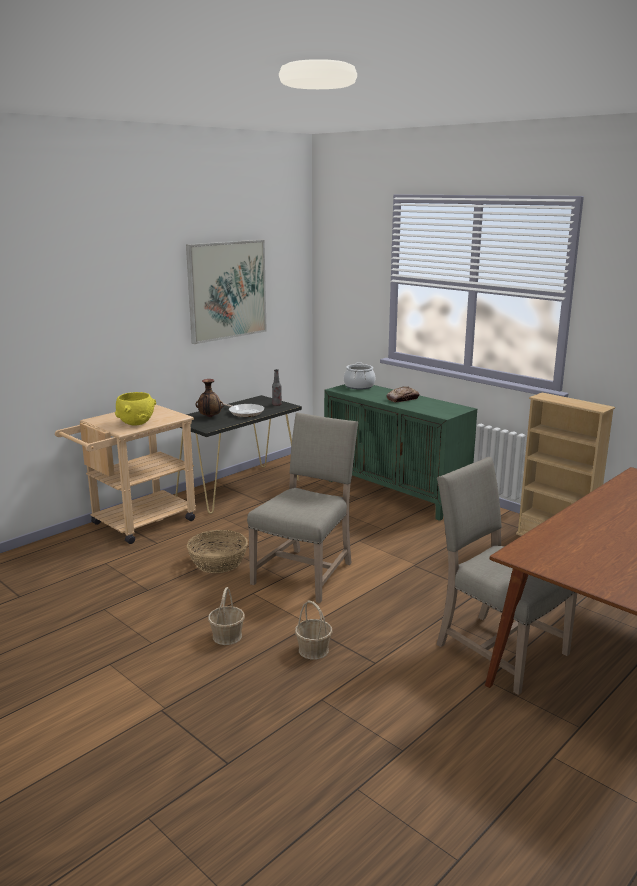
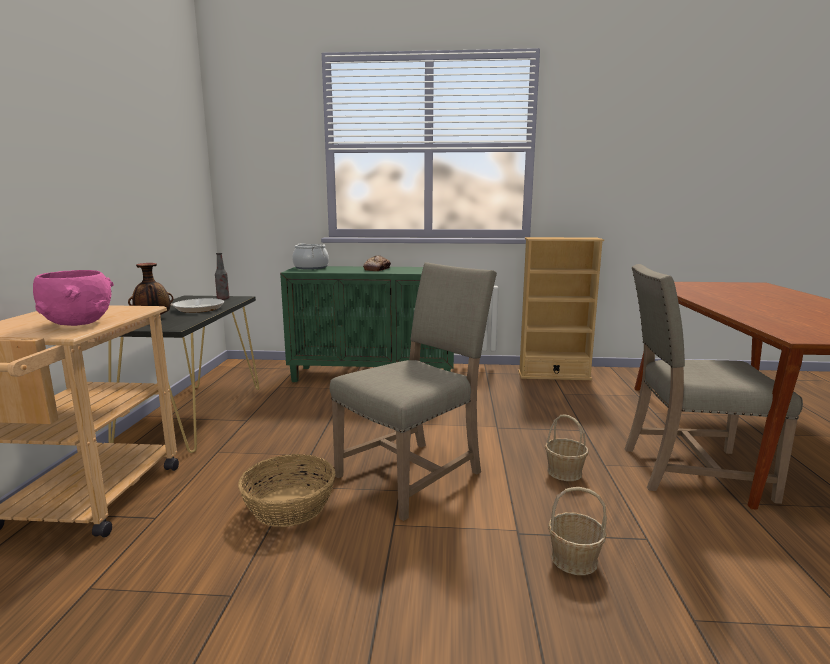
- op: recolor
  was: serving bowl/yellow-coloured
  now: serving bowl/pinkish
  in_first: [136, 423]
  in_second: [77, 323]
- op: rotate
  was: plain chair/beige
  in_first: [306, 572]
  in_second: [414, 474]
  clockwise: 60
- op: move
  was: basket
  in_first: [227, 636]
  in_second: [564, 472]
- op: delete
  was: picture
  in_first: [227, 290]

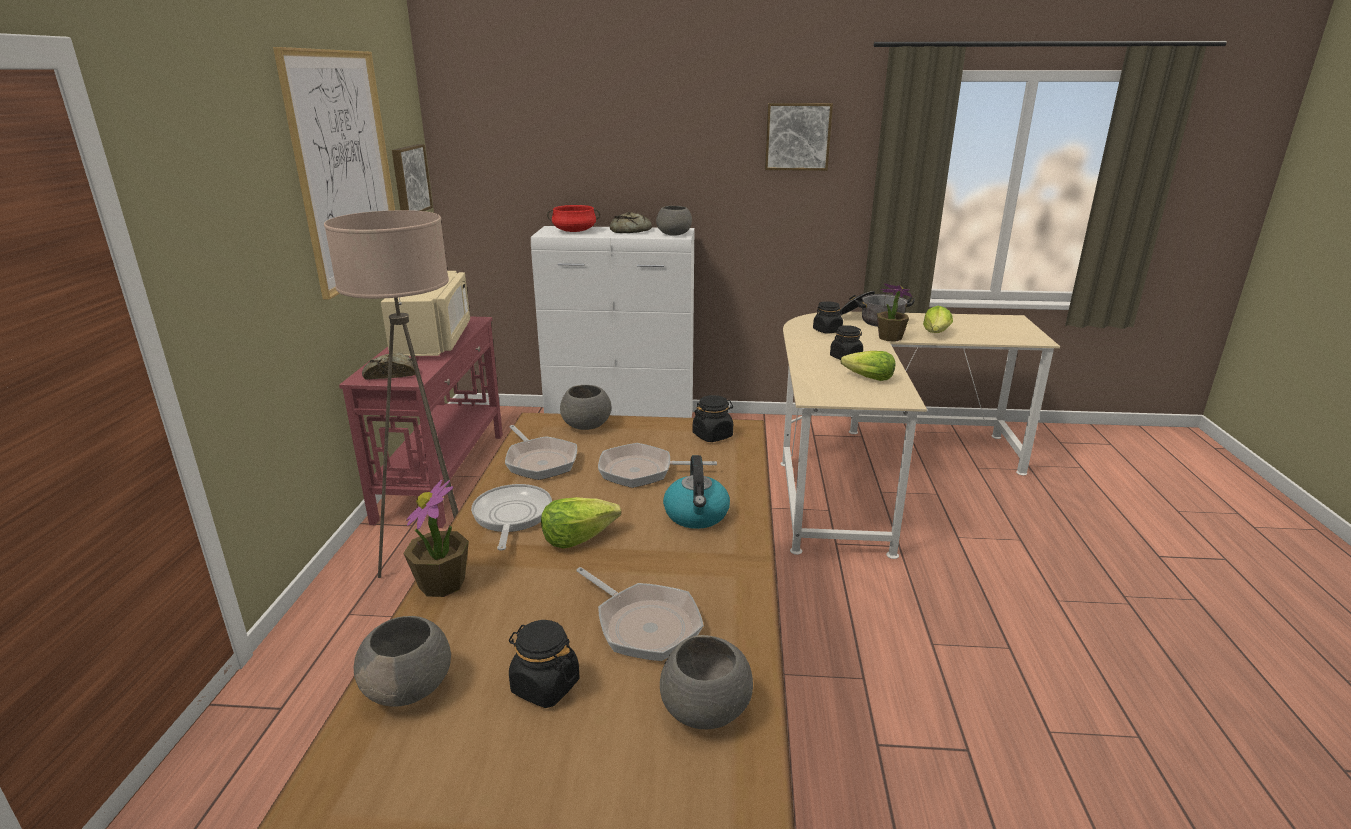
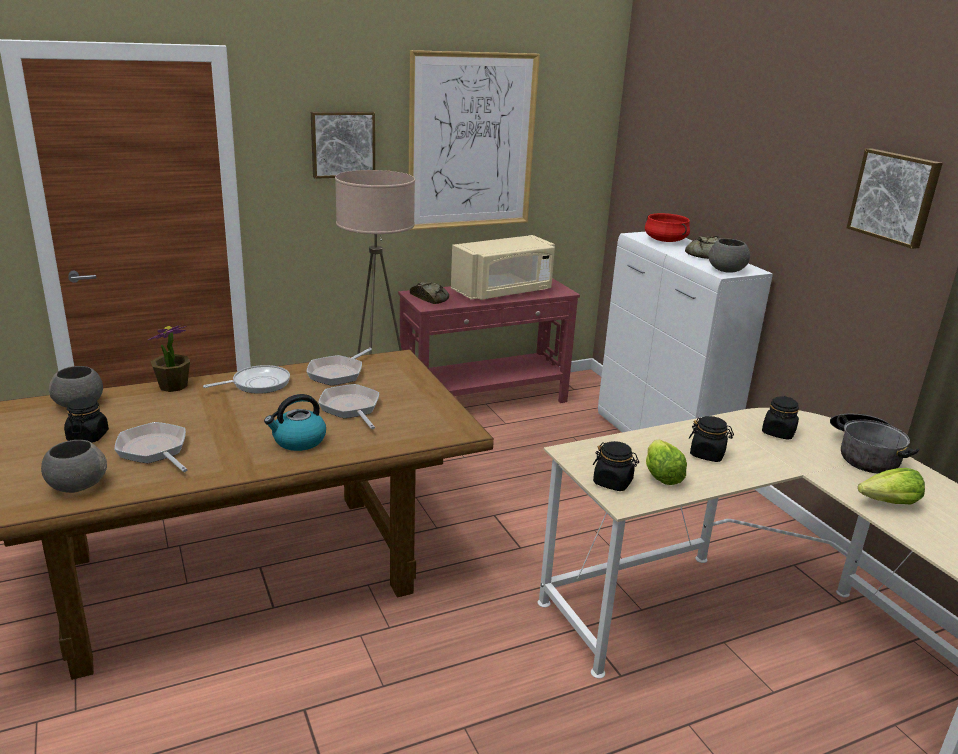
- op: rotate
  was: skillet
  in_first: [643, 624]
  in_second: [154, 450]
  clockwise: 120
- op: move
  was: picture
  in_first: [409, 180]
  in_second: [342, 144]
- op: move
  was: jar/black-coloured
  in_first: [712, 435]
  in_second: [613, 482]
- op: delete
  was: lettuce
  in_first: [578, 537]
- op: delete
  was: serving bowl/grey
  in_first: [586, 426]
- op: delete
  was: potted plant
  in_first: [889, 337]

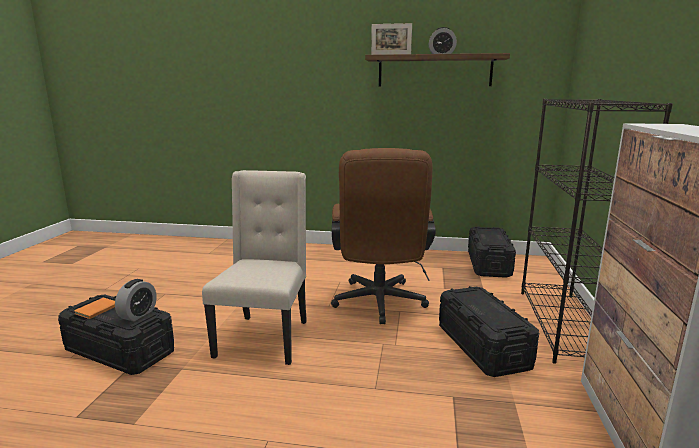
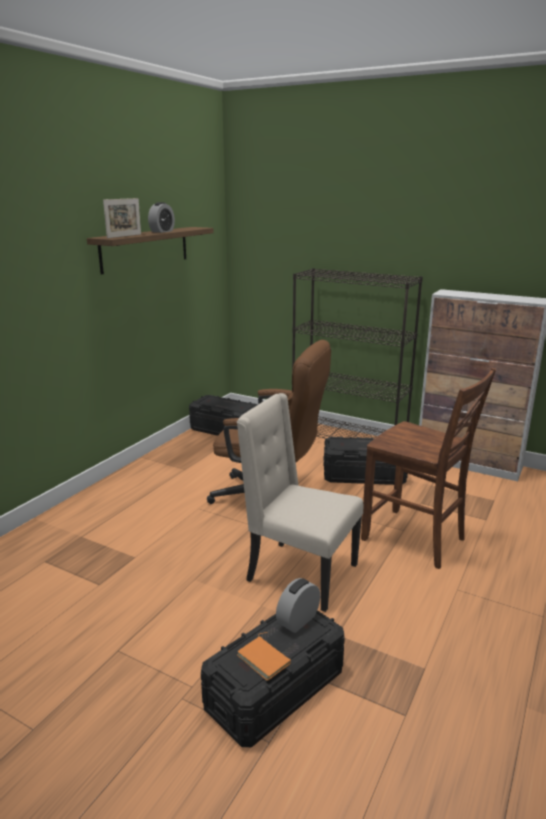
- op: rotate
  was: alarm clock
  in_first: [138, 314]
  in_second: [298, 620]
  clockwise: -90
- op: insert
  now: plain chair/brown-coloured
  in_second: [415, 539]

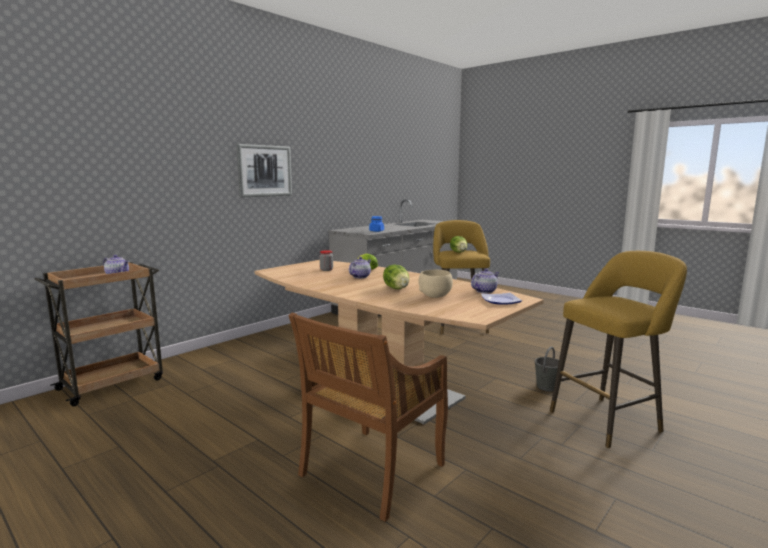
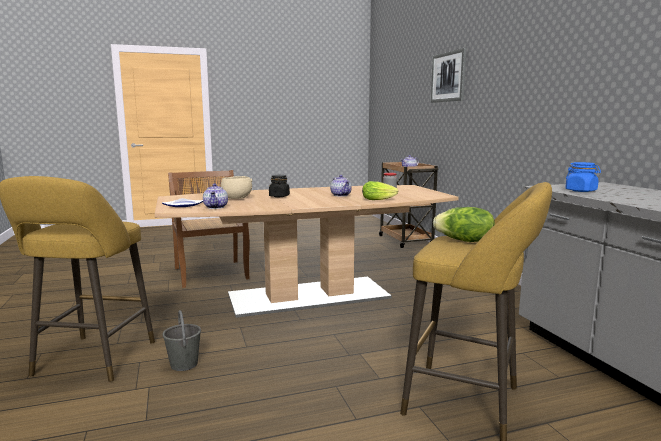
- op: replace
  was: lettuce
  now: jar/black-coloured
  in_first: [397, 288]
  in_second: [279, 196]
- op: move
  was: picture
  in_first: [265, 171]
  in_second: [448, 77]

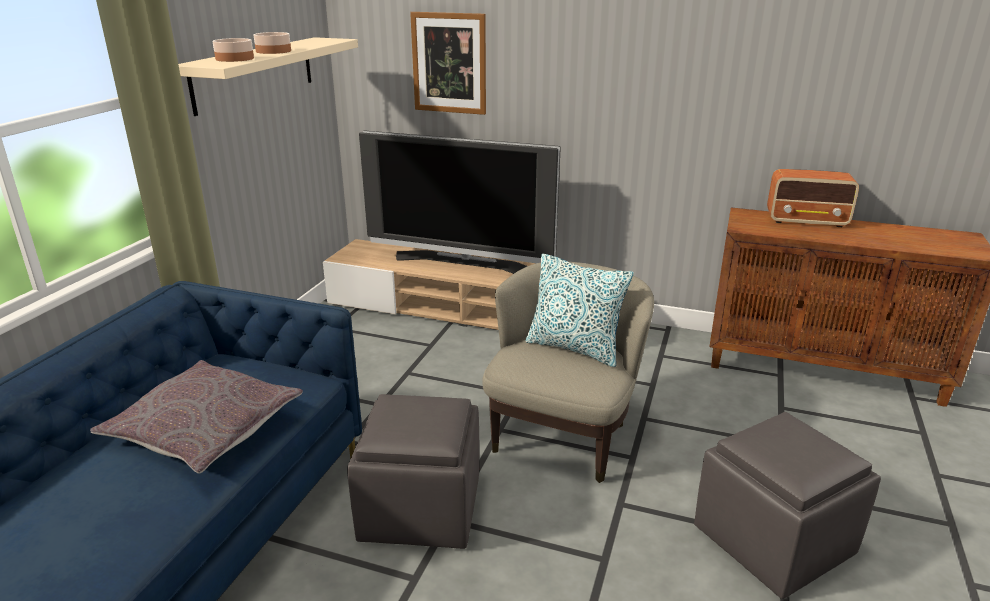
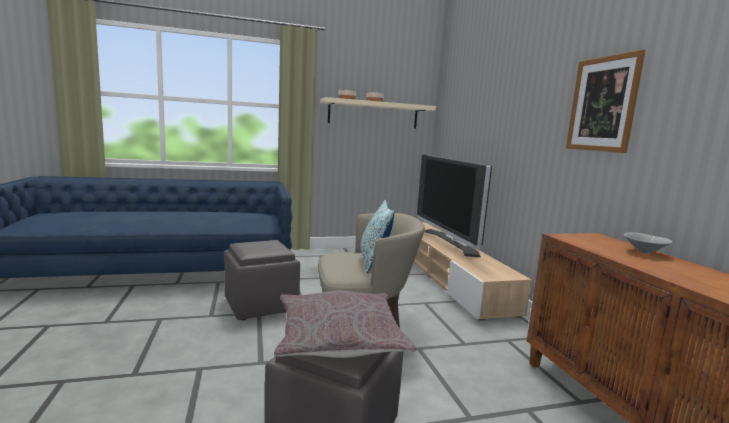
- op: move
  was: cushion/grey
  in_first: [204, 428]
  in_second: [339, 337]
- op: move
  was: picture
  in_first: [449, 63]
  in_second: [602, 104]
- op: replace
  was: radio receiver
  now: serving bowl/grey
  in_first: [807, 221]
  in_second: [645, 252]

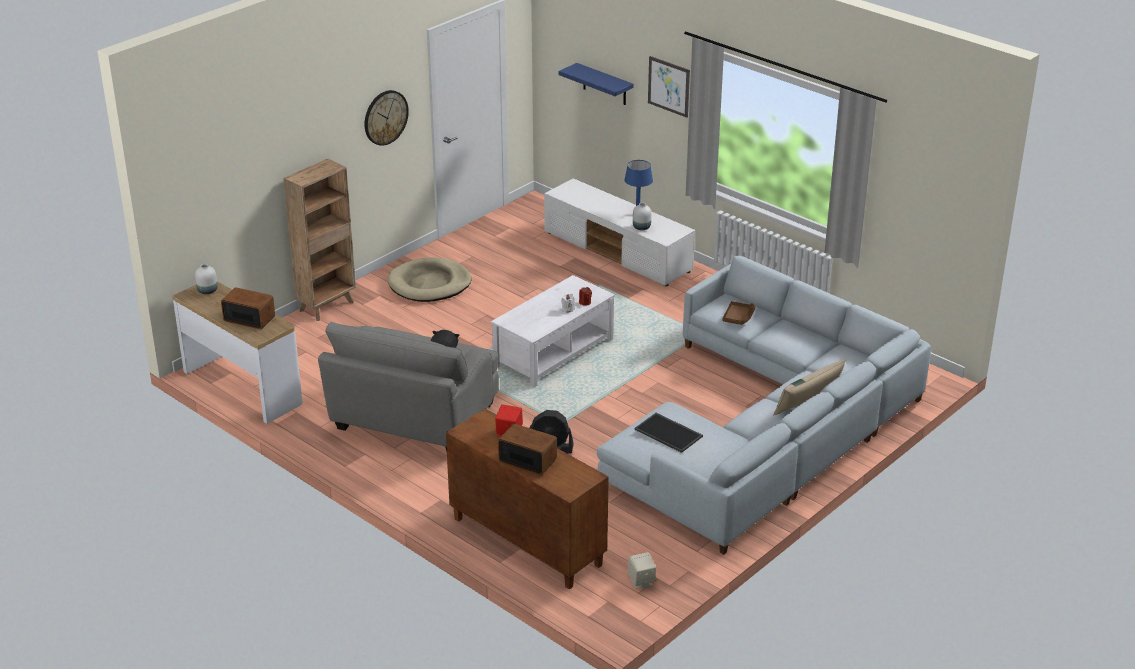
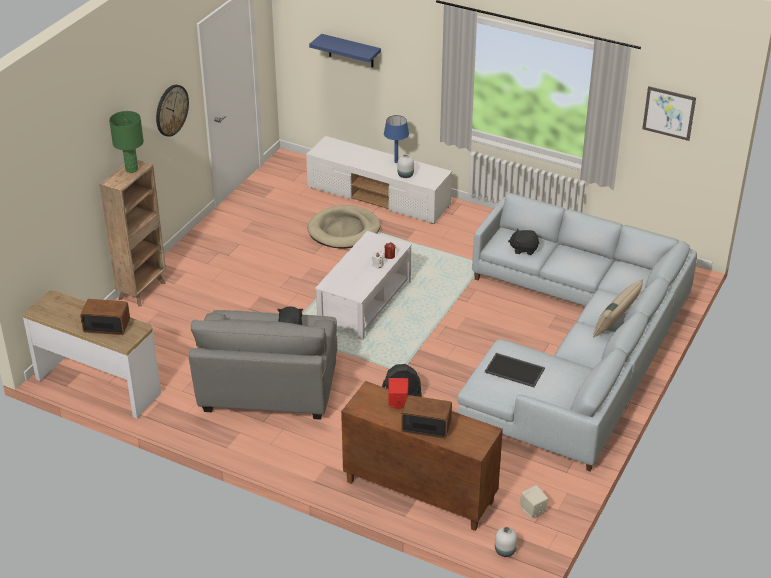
- op: insert
  now: table lamp/green-coloured
  in_second: [132, 169]
- op: move
  was: dog bed/beige
  in_first: [429, 284]
  in_second: [344, 230]
- op: move
  was: flower vase/white-coloured
  in_first: [207, 291]
  in_second: [504, 551]
- op: replace
  was: carrying tray/brown-coloured
  now: cuddly toy/black-coloured
  in_first: [738, 317]
  in_second: [524, 249]
- op: move
  was: picture
  in_first: [668, 86]
  in_second: [669, 113]

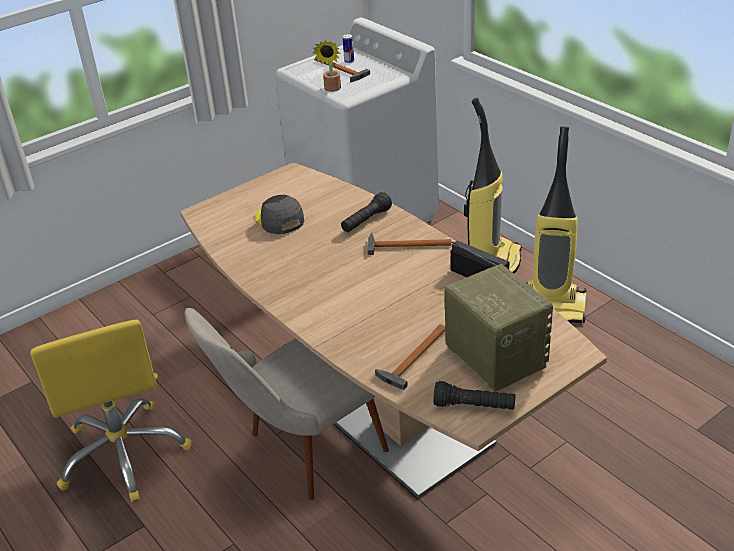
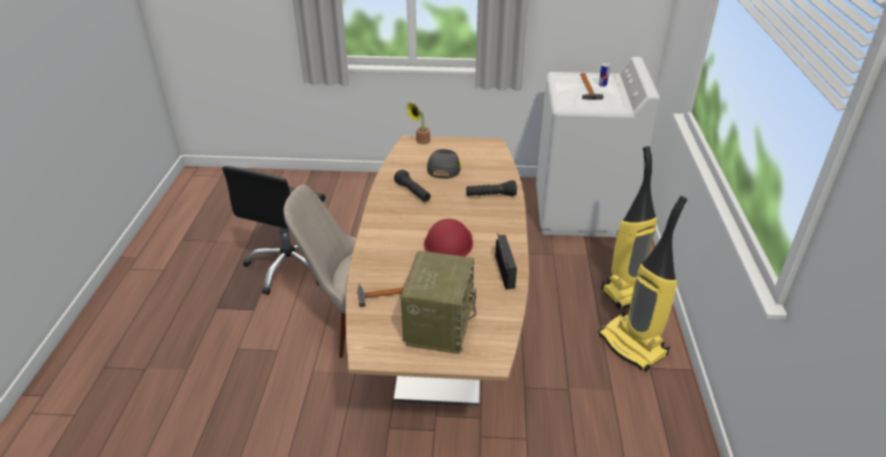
- op: recolor
  was: computer chair/yellow-coloured
  now: computer chair/black-coloured
  in_first: [124, 453]
  in_second: [290, 266]
- op: move
  was: torch/black-coloured
  in_first: [474, 406]
  in_second: [413, 192]
- op: move
  was: potted plant
  in_first: [332, 89]
  in_second: [420, 141]
- op: insert
  now: safety helmet/red
  in_second: [448, 242]
- op: delete
  was: hand hammer
  in_first: [404, 245]

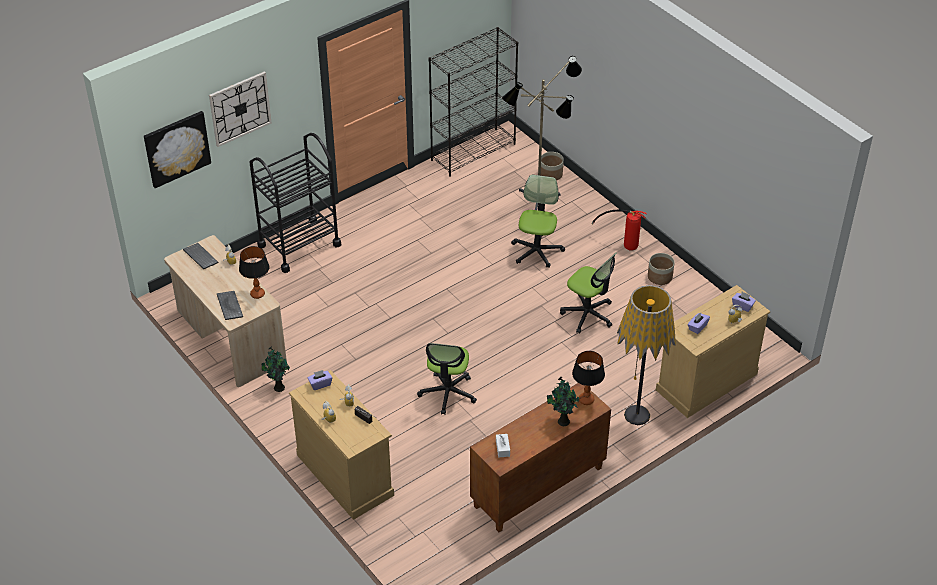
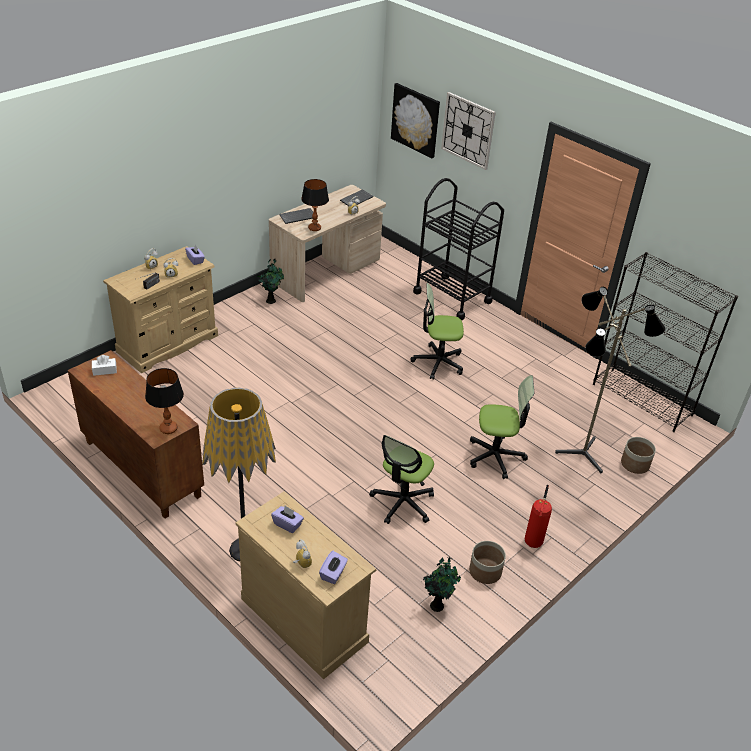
- op: move
  was: computer chair
  in_first: [448, 393]
  in_second: [438, 362]
- op: move
  was: potted plant
  in_first: [562, 421]
  in_second: [437, 604]

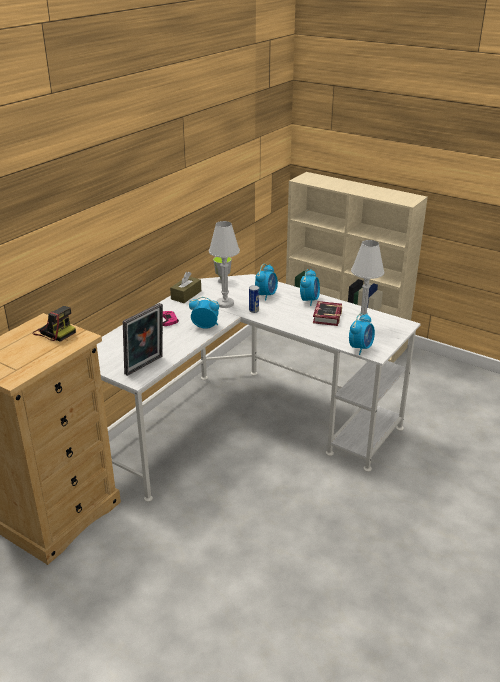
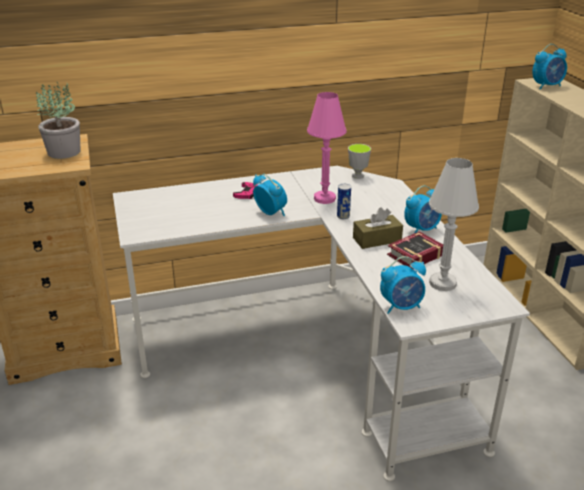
- op: replace
  was: photo camera
  now: potted plant
  in_first: [54, 332]
  in_second: [64, 151]
- op: recolor
  was: table lamp/white-coloured
  now: table lamp/pinkish
  in_first: [225, 304]
  in_second: [324, 198]
- op: move
  was: tissue holder/brown-coloured
  in_first: [186, 295]
  in_second: [377, 239]
- op: move
  was: alarm clock
  in_first: [266, 295]
  in_second: [547, 86]
- op: delete
  was: standing frame
  in_first: [145, 366]

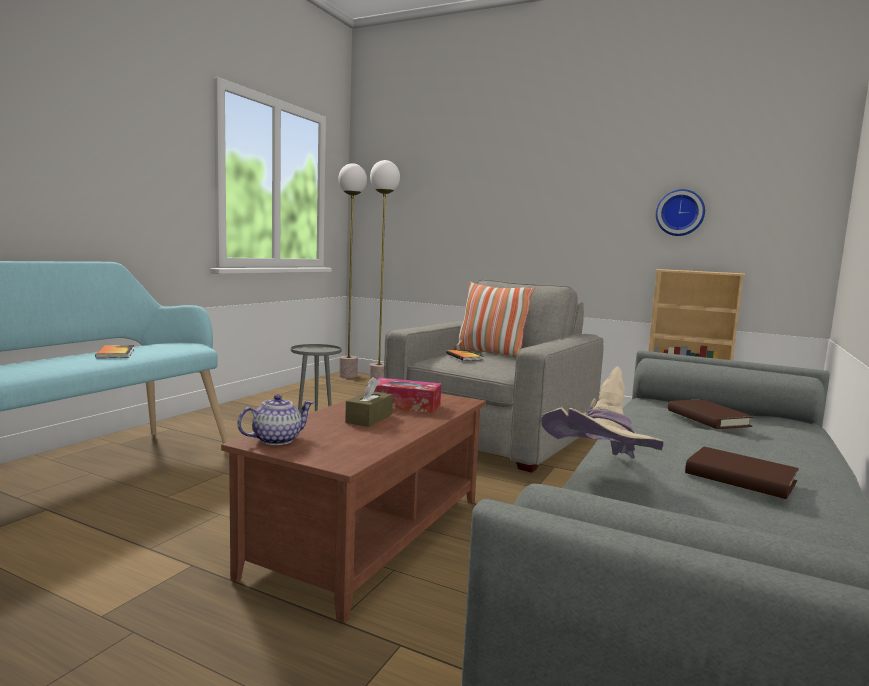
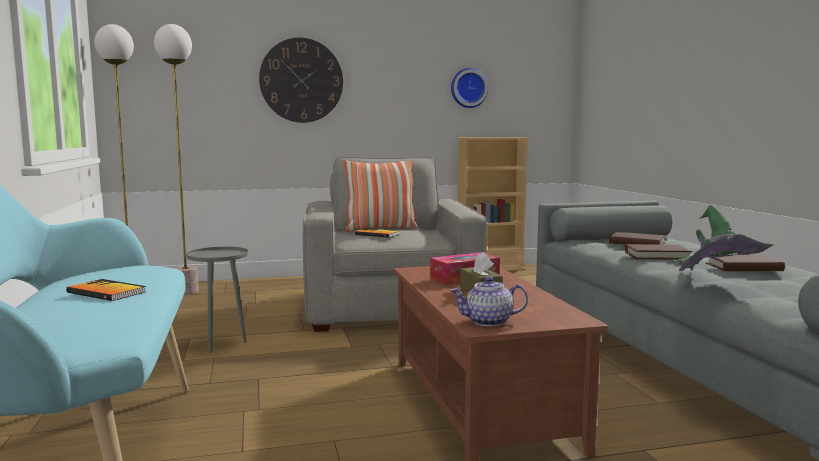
- op: insert
  now: hanging clock
  in_second: [301, 80]
- op: rotate
  was: tea pot
  in_first: [277, 440]
  in_second: [488, 322]
  clockwise: -105
- op: insert
  now: volume/brown-coloured
  in_second: [657, 255]
- op: recolor
  was: wearable hat/beige
  now: wearable hat/green-coloured
  in_first: [602, 478]
  in_second: [717, 283]

